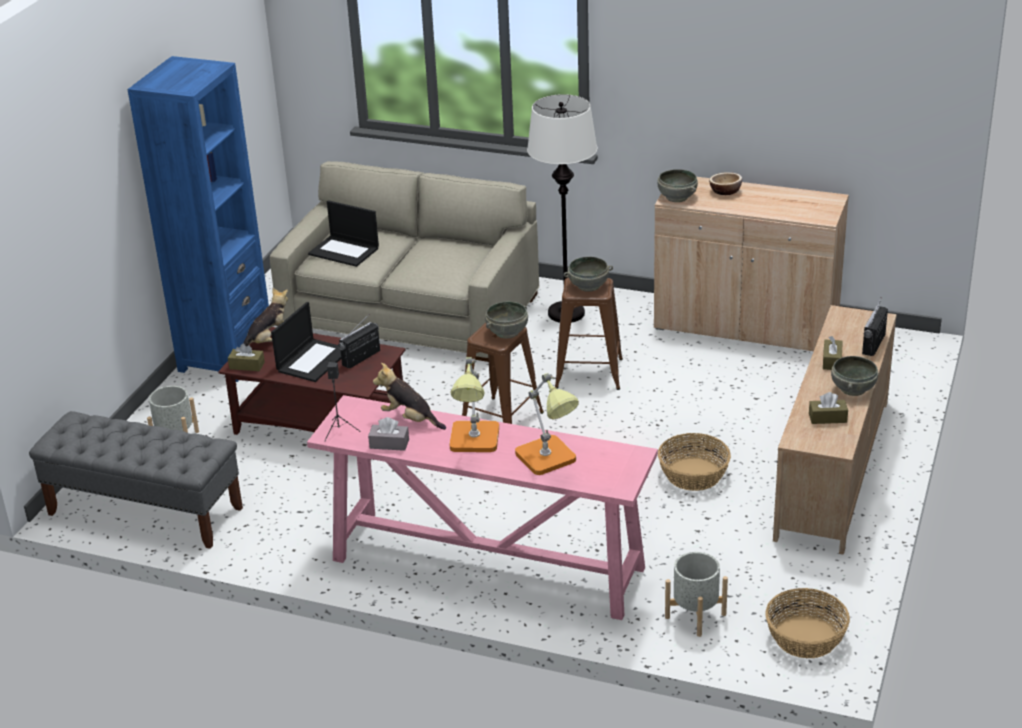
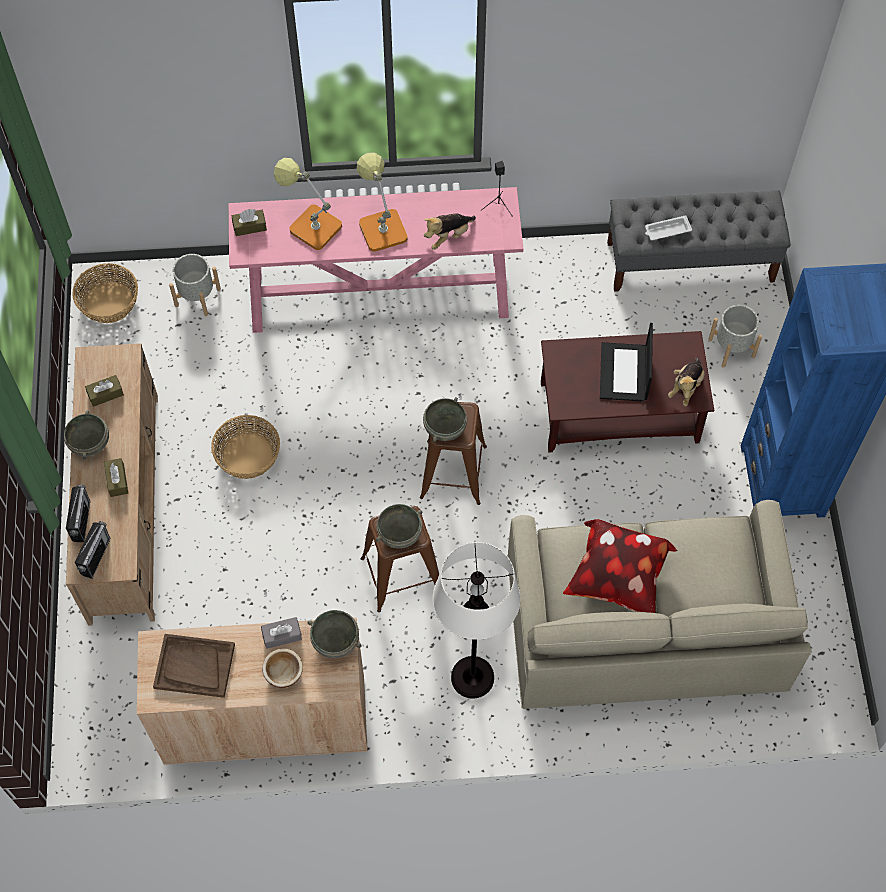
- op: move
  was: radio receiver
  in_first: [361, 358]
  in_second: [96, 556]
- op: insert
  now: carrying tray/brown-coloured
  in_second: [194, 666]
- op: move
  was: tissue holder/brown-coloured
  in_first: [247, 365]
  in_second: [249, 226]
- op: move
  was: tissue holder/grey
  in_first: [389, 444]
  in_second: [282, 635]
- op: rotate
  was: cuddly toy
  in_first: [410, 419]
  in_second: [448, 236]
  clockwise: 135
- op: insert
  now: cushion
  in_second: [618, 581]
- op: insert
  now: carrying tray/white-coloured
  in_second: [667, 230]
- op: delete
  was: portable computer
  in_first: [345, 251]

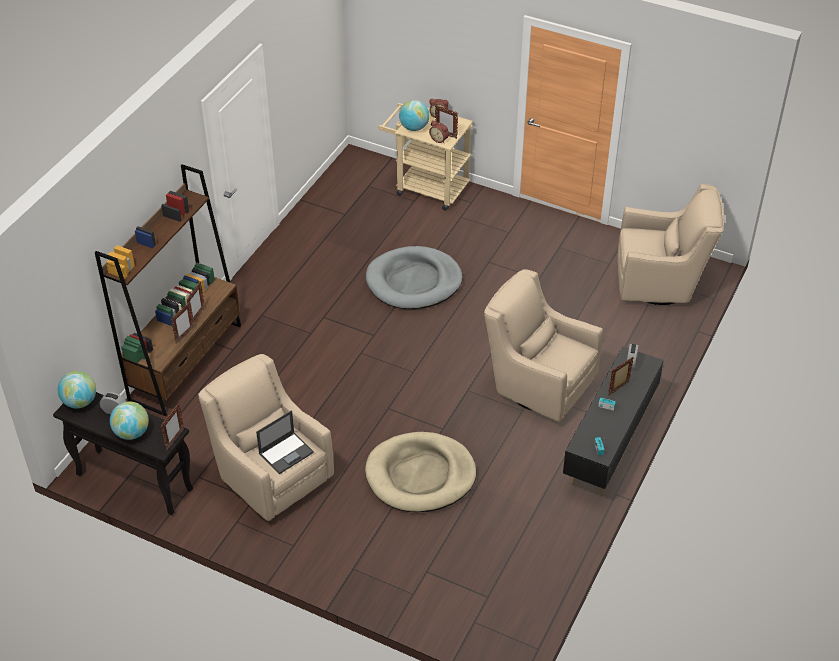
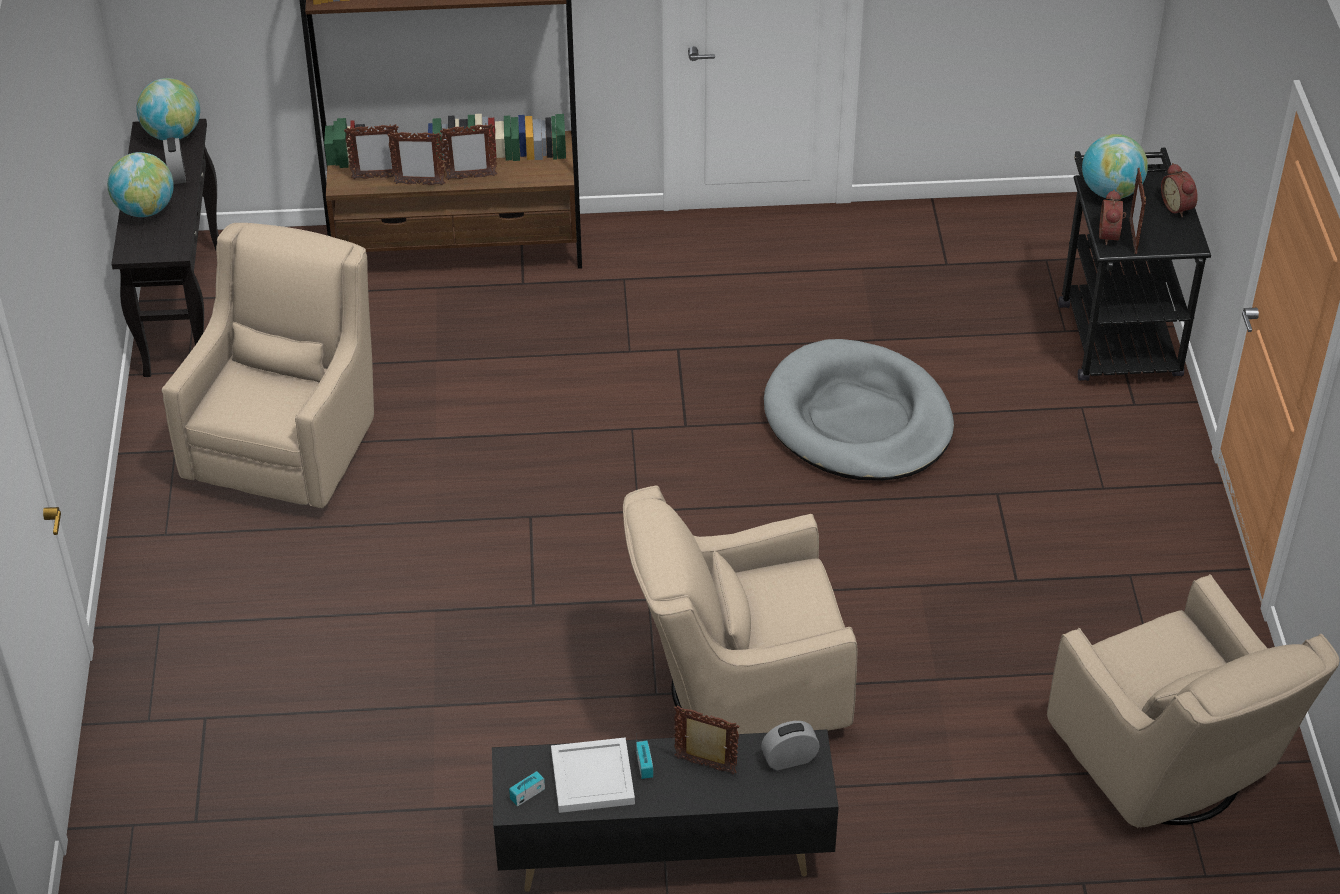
- op: move
  was: standing frame
  in_first: [174, 440]
  in_second: [376, 177]
- op: insert
  now: carrying tray/white-coloured
  in_second: [591, 779]
- op: rotate
  was: armchair/beige
  in_first: [537, 385]
  in_second: [736, 690]
  clockwise: -105
- op: recolor
  was: cart/beige
  now: cart/black-coloured
  in_first: [426, 187]
  in_second: [1116, 330]
- op: delete
  was: portable computer
  in_first: [286, 452]
- op: delete
  was: dog bed/beige
  in_first: [420, 475]

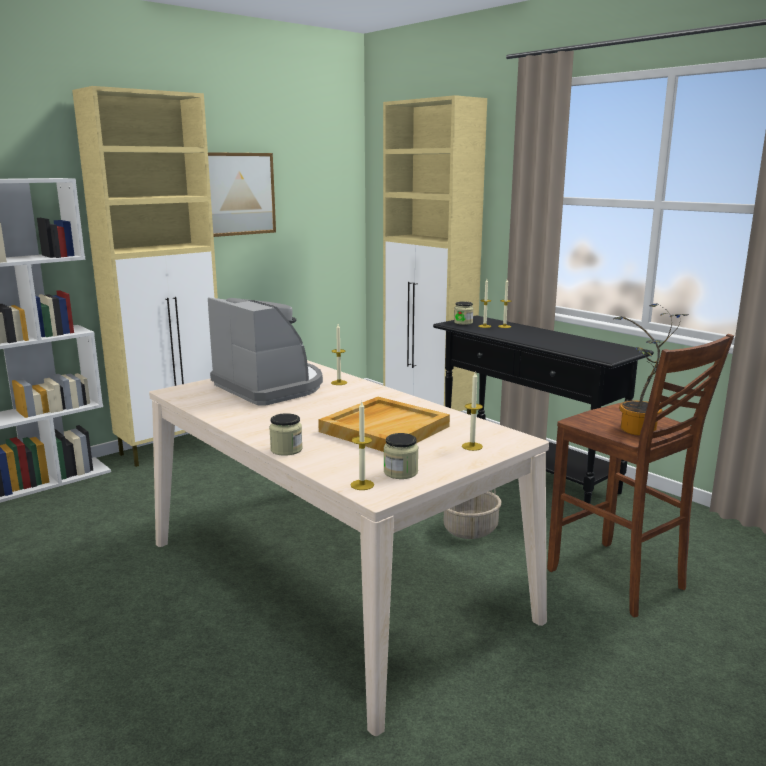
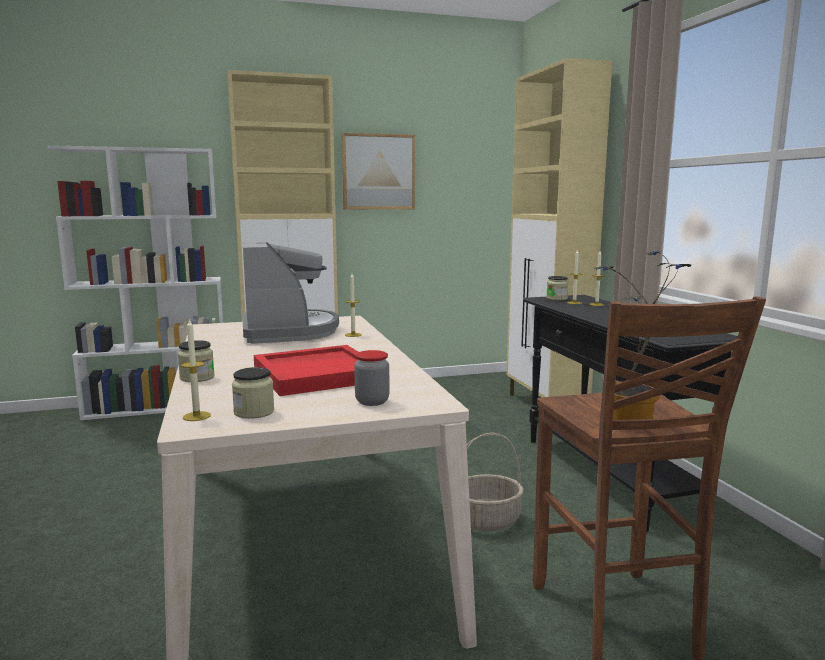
- op: recolor
  was: carrying tray/beige
  now: carrying tray/red
  in_first: [384, 428]
  in_second: [317, 374]
- op: replace
  was: candle
  now: jar
  in_first: [472, 446]
  in_second: [372, 401]

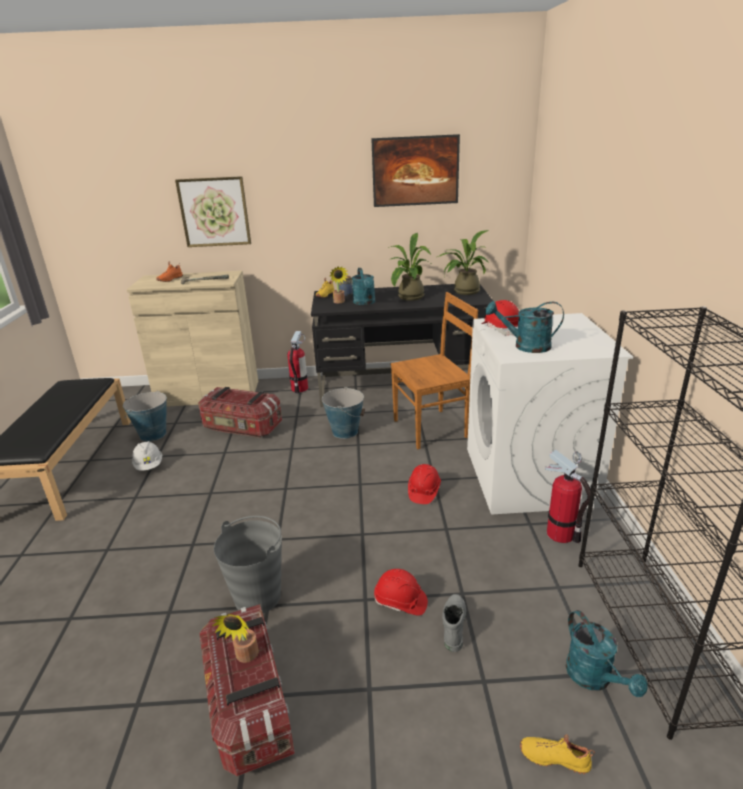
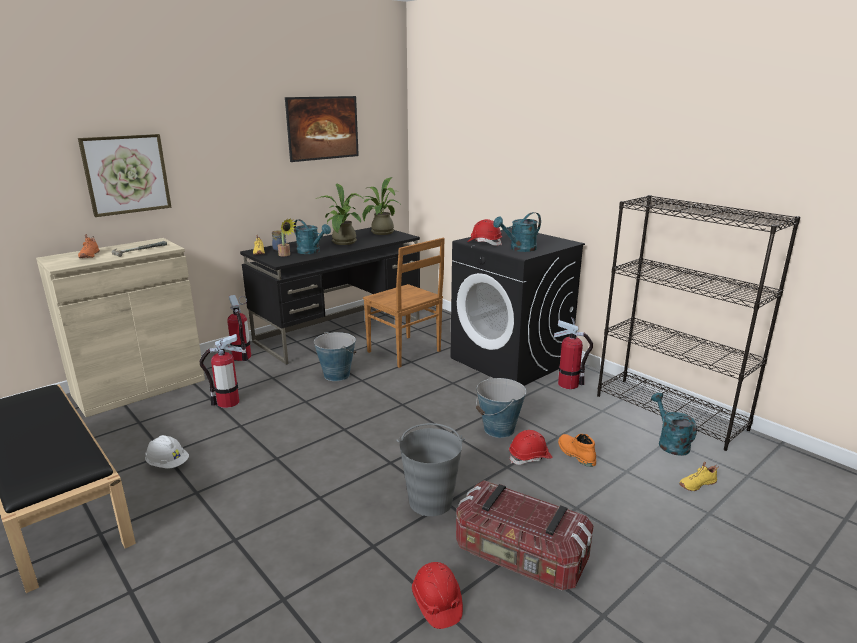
- op: replace
  was: storage container
  now: fire-fighting cylinder
  in_first: [242, 427]
  in_second: [228, 402]
- op: rotate
  was: plain chair/brown-coloured
  in_first: [432, 428]
  in_second: [405, 352]
  clockwise: 105
- op: move
  was: safety helmet/red
  in_first: [423, 491]
  in_second: [436, 603]
- op: recolor
  was: laundry appliance/white-coloured
  now: laundry appliance/black-coloured
  in_first: [529, 477]
  in_second: [511, 360]
- op: move
  was: bucket
  in_first: [153, 434]
  in_second: [499, 429]
- op: recolor
  was: boot/grey
  now: boot/orangey
  in_first: [453, 625]
  in_second: [575, 454]
- op: rotate
  was: watering can/blue-green
  in_first: [594, 678]
  in_second: [670, 443]
  clockwise: -135
- op: delete
  was: potted plant
  in_first: [245, 657]

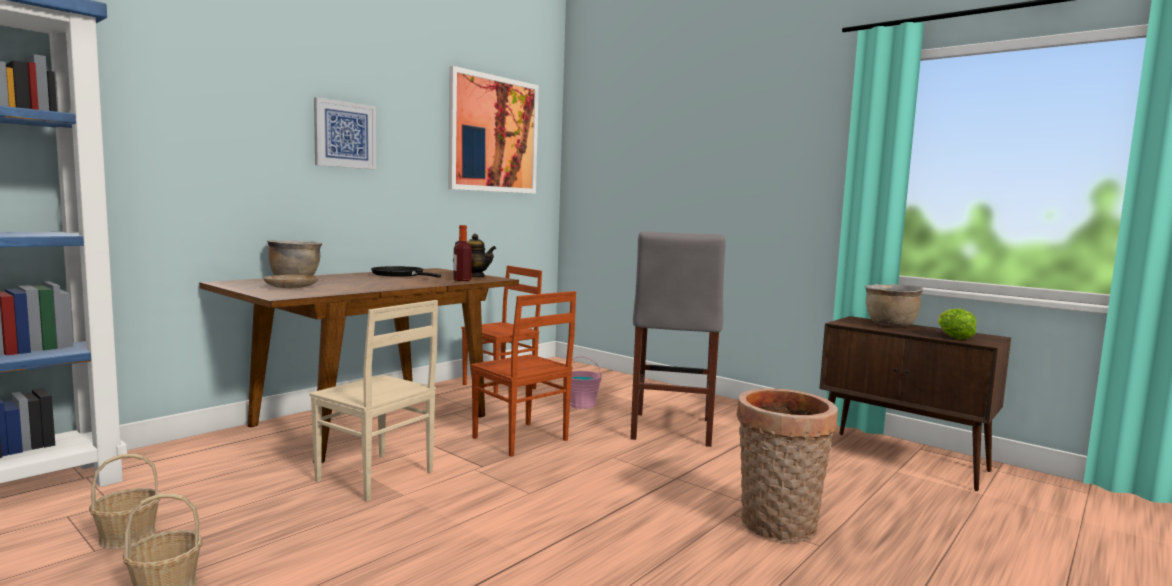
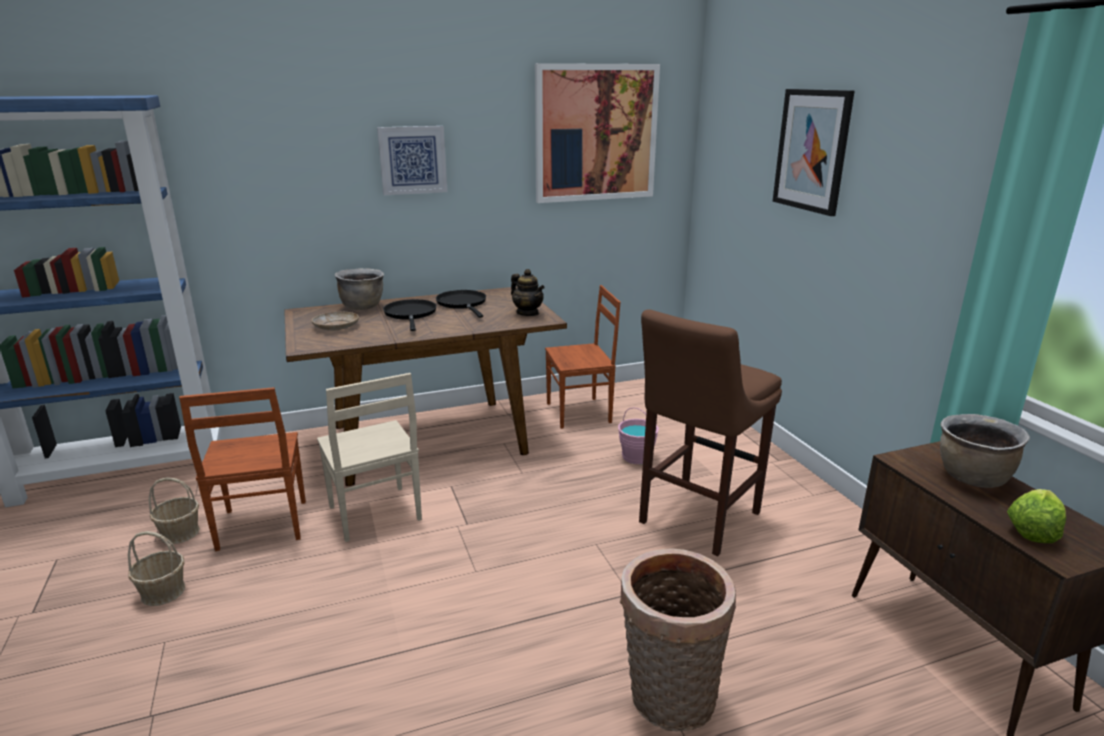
- op: move
  was: plain chair/brown-coloured
  in_first: [520, 439]
  in_second: [261, 526]
- op: insert
  now: skillet/black-coloured
  in_second: [410, 314]
- op: recolor
  was: stool/grey
  now: stool/brown-coloured
  in_first: [671, 431]
  in_second: [695, 519]
- op: insert
  now: picture
  in_second: [812, 150]
- op: delete
  was: bottle
  in_first: [462, 280]

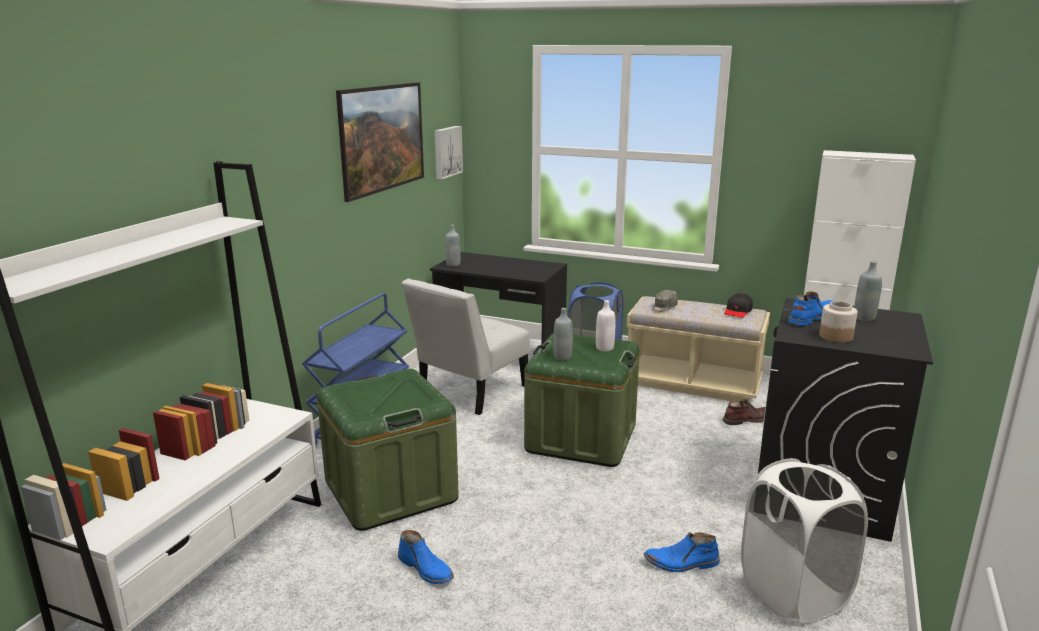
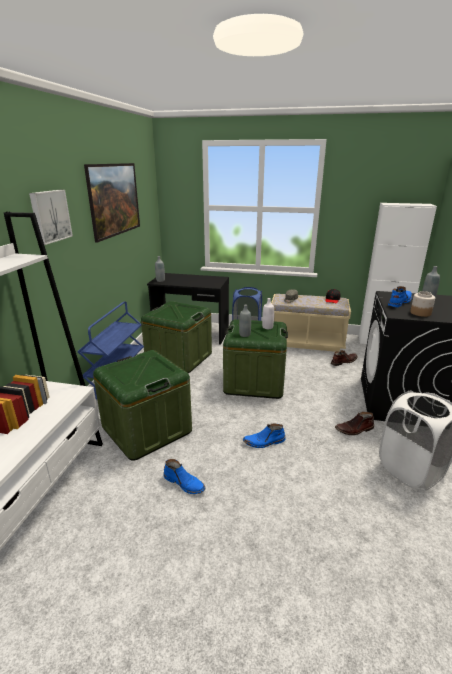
- op: move
  was: picture
  in_first: [446, 151]
  in_second: [50, 216]
- op: replace
  was: plain chair/white-coloured
  now: storage container/green-coloured
  in_first: [469, 392]
  in_second: [179, 358]
- op: move
  was: boot/blue-coloured
  in_first: [681, 563]
  in_second: [264, 442]
- op: insert
  now: boot/brown-coloured
  in_second: [354, 429]

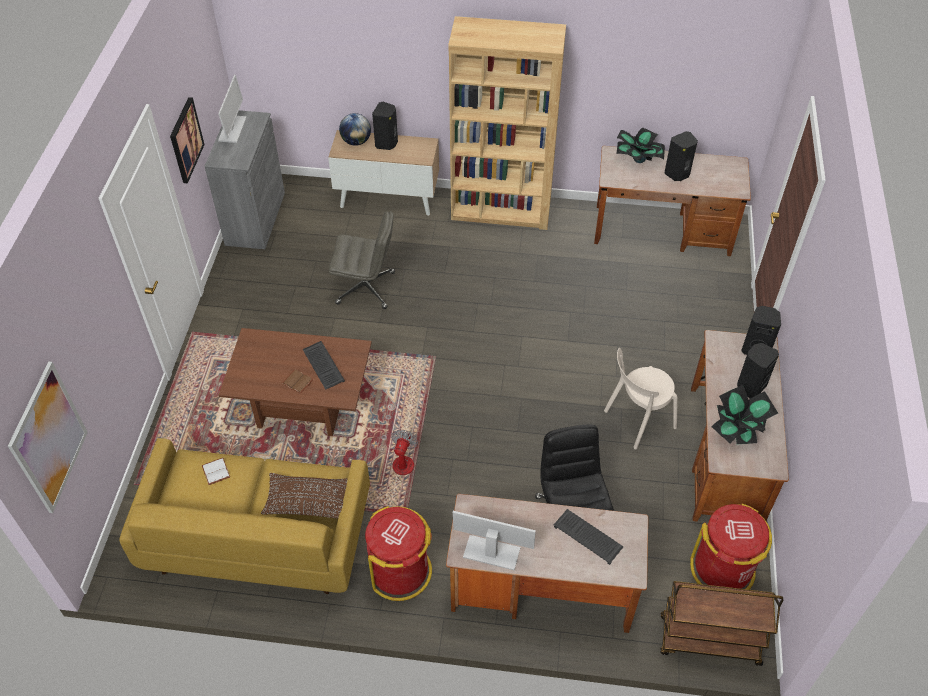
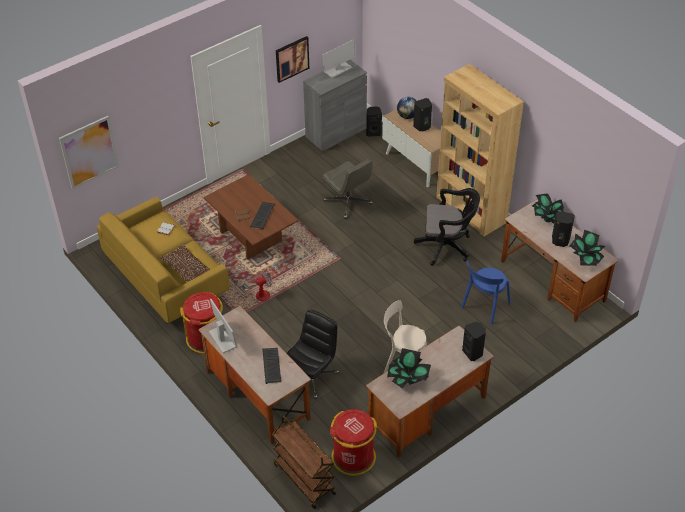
- op: move
  was: loudspeaker/black-coloured
  in_first: [750, 386]
  in_second: [373, 132]
- op: insert
  now: computer chair/black-coloured
  in_second: [446, 246]
- op: insert
  now: plain chair/blue-coloured
  in_second: [484, 307]
- op: insert
  now: potted plant
  in_second: [585, 258]

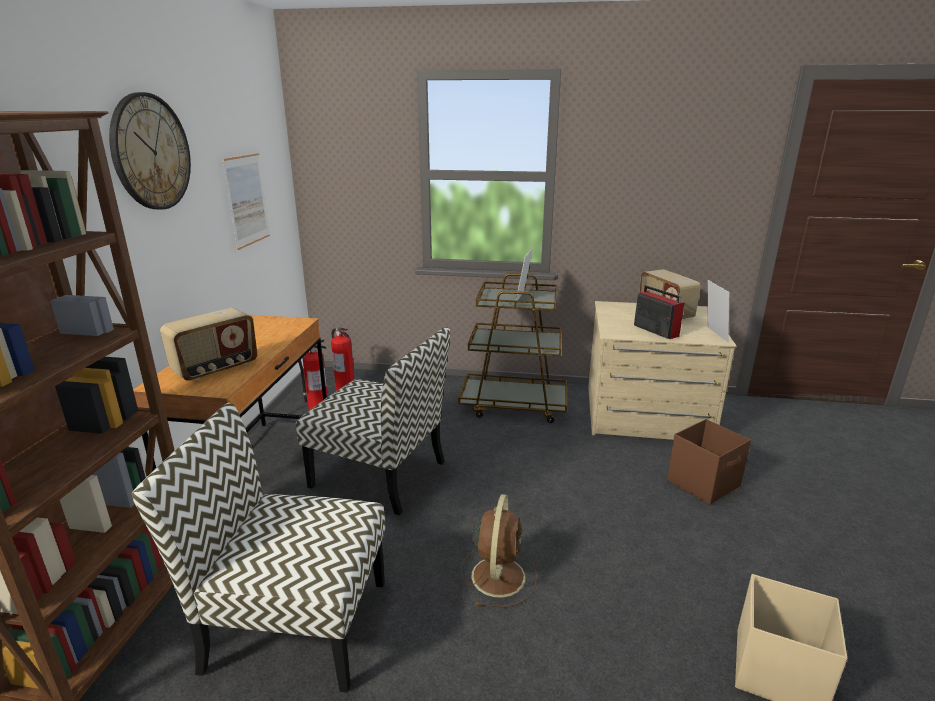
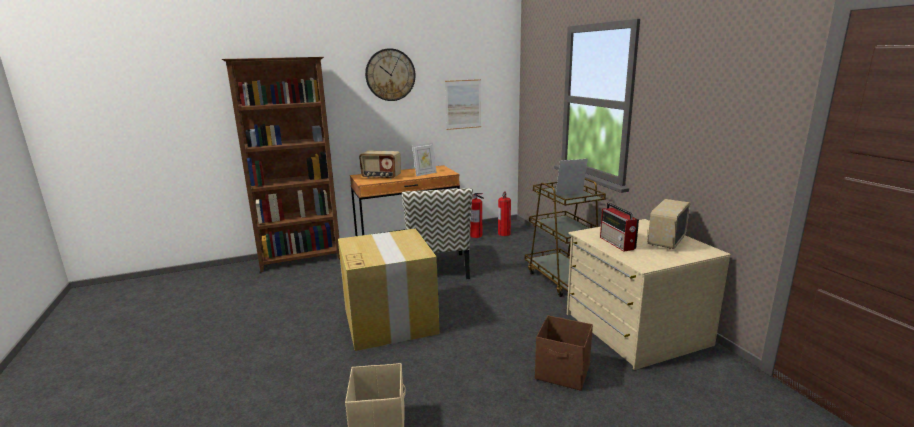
- op: replace
  was: fan/brown-coloured
  now: carton
  in_first: [498, 574]
  in_second: [389, 320]
- op: move
  was: standing frame
  in_first: [713, 334]
  in_second: [425, 174]
- op: rotate
  was: radio receiver
  in_first: [655, 330]
  in_second: [617, 243]
  clockwise: 135
- op: delete
  was: plain chair
  in_first: [294, 624]

